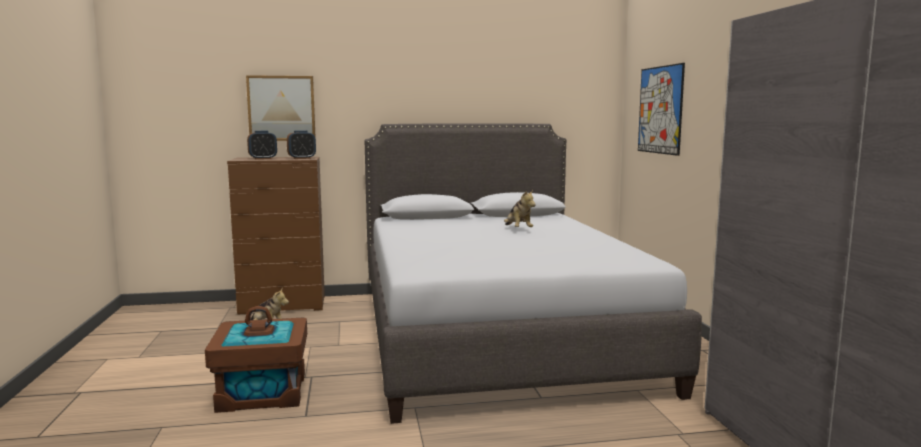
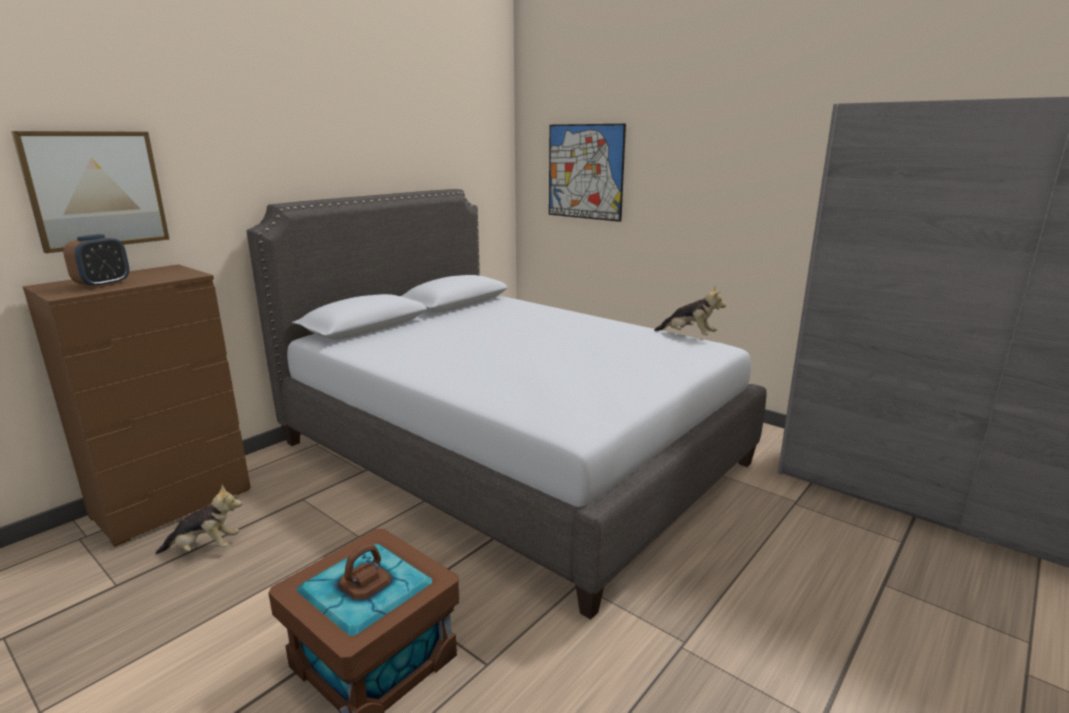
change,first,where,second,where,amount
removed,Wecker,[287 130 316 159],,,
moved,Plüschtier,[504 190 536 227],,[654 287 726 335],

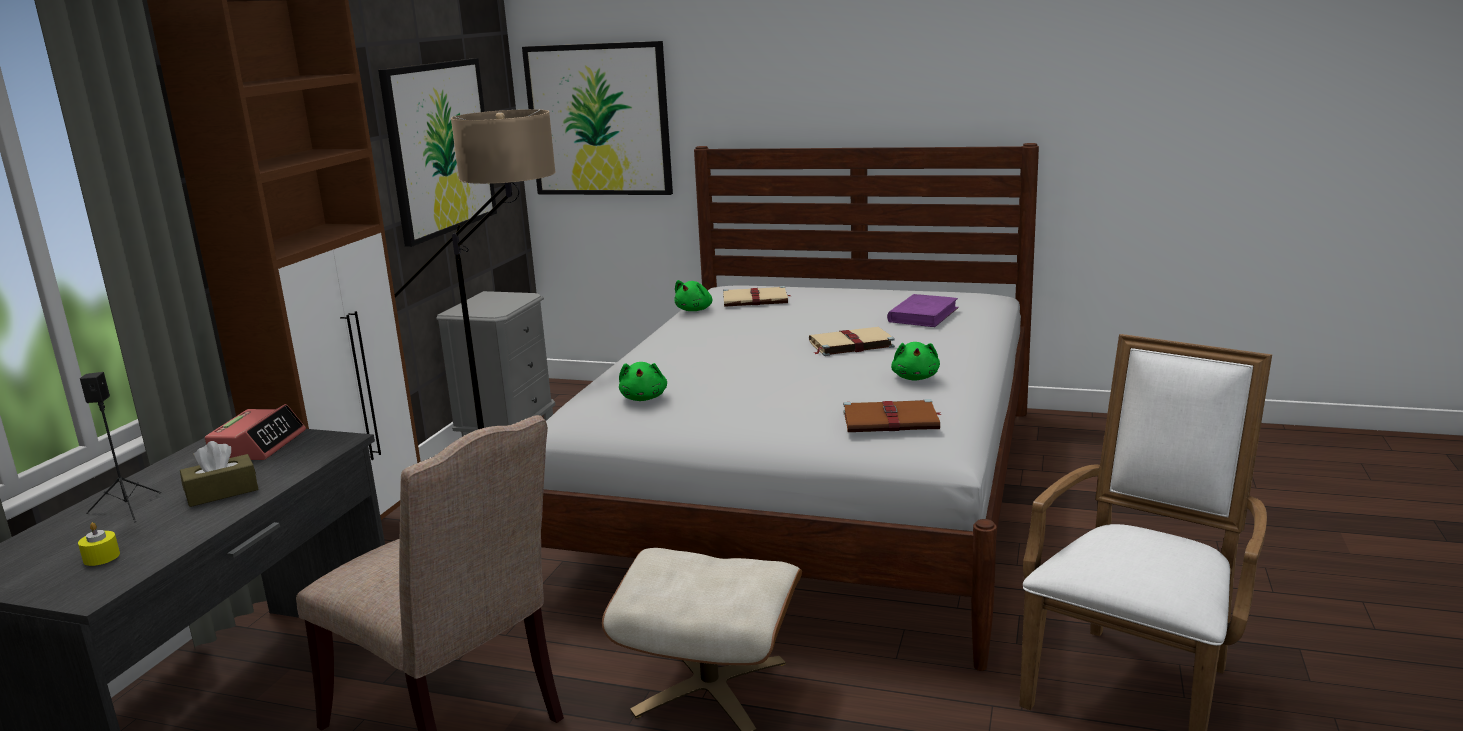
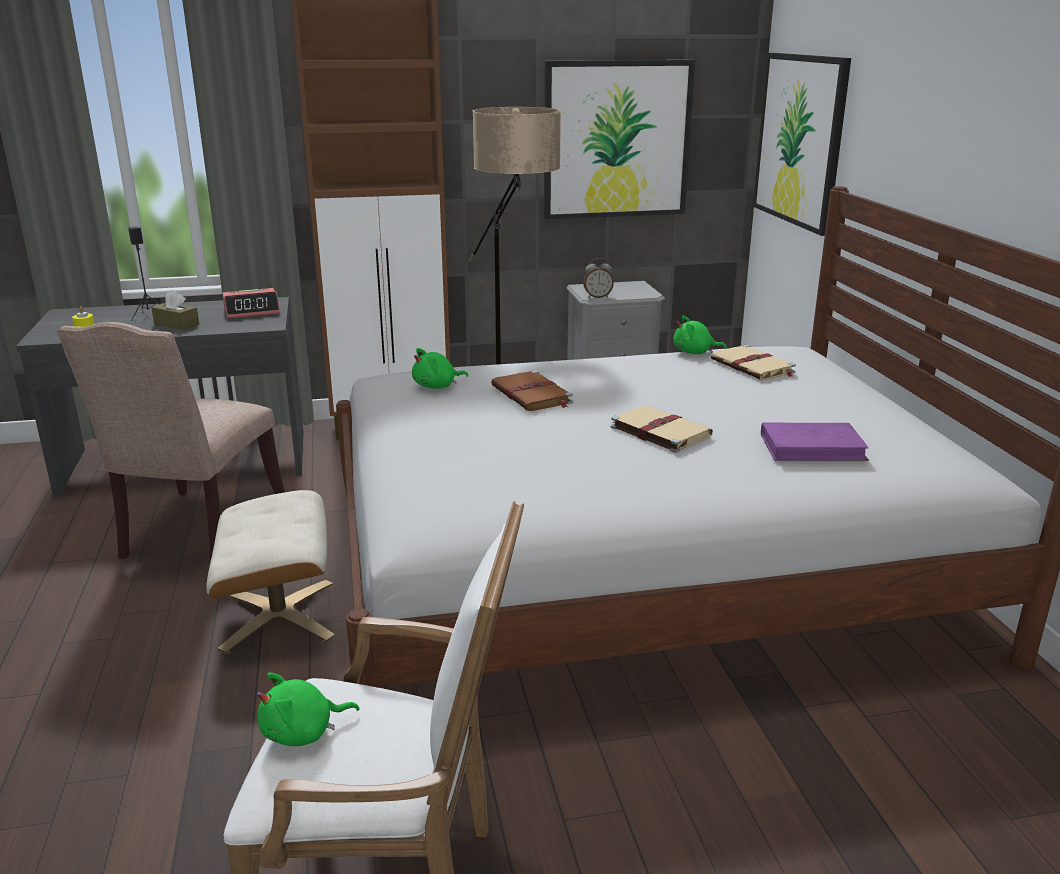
change,first,where,second,where,amount
added,,,Wecker,[583 258 614 298],
moved,Buch (braun),[843 399 942 432],,[491 370 573 411],
moved,Plüschtier (grün),[891 342 940 381],,[257 673 359 746],

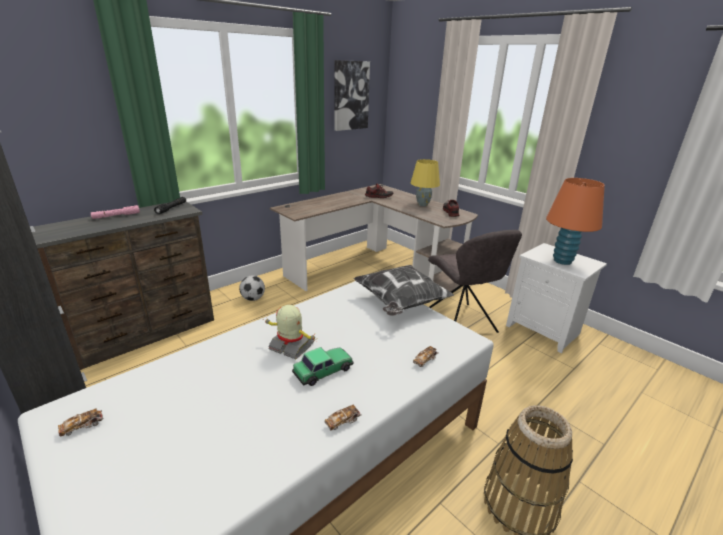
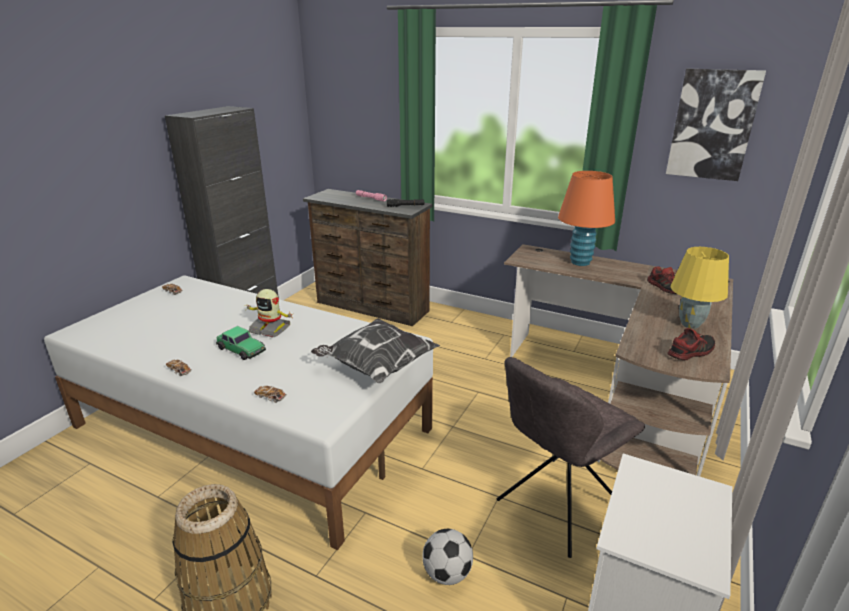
change,first,where,second,where,amount
moved,Fußball,[239 275 265 301],,[422 529 473 585],
moved,Tischlampe (orange),[546 178 605 265],,[558 171 615 266],
turned,Spielzeugroboter,[264 305 315 359],,[246 289 293 338],105 degrees clockwise

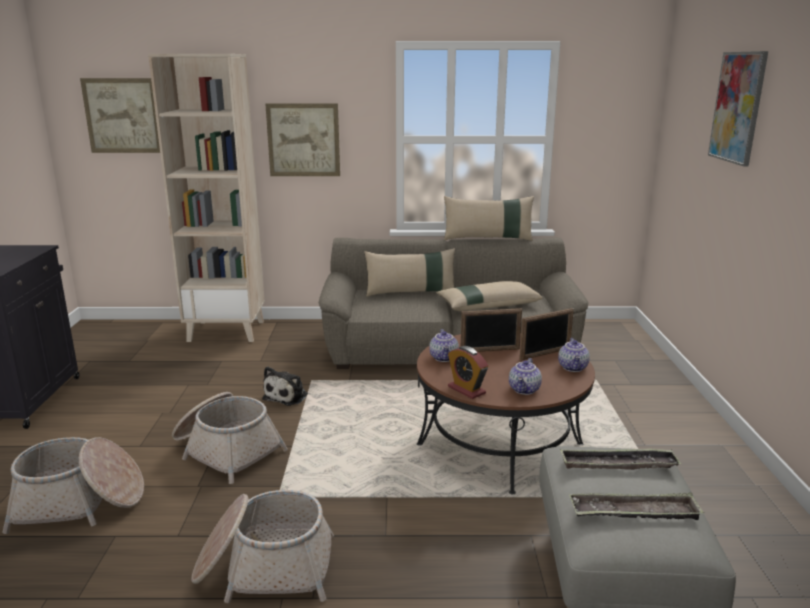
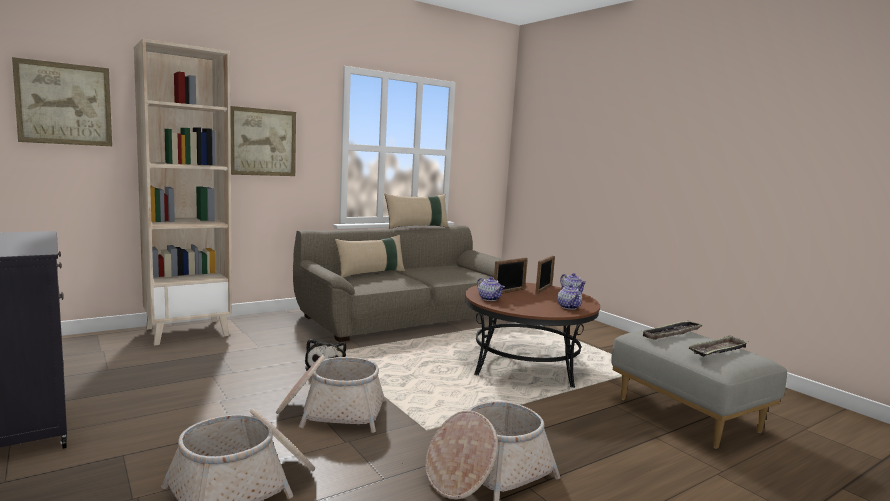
change,first,where,second,where,amount
removed,Kissen (beige),[436 281 543 311],,,
removed,Wecker,[448 346 488 399],,,
removed,Bild,[708 51 768 167],,,

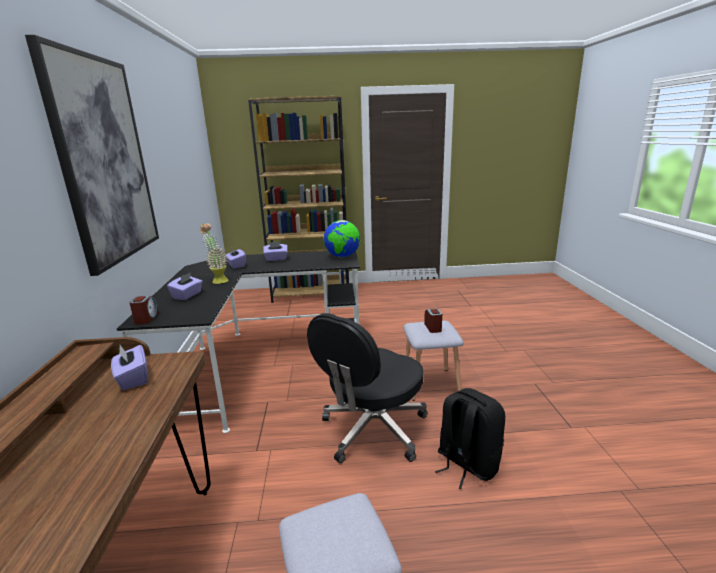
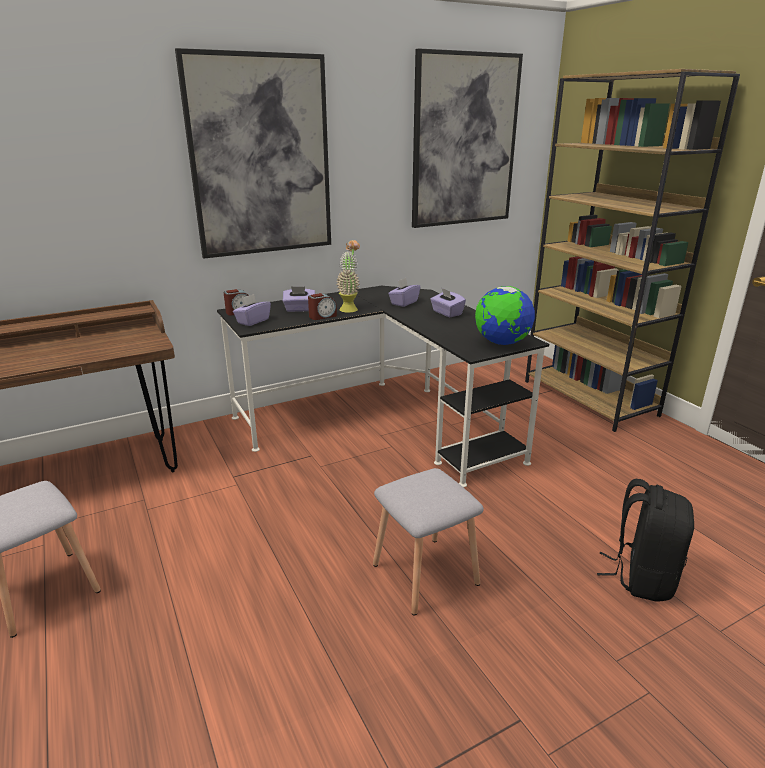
change,first,where,second,where,amount
removed,Bürostuhl (schwarz),[307 313 427 463],,,
added,,,Bild,[412 49 523 228],
moved,Taschentuchbox (lila),[111 345 148 390],,[233 294 271 326],
moved,Wecker,[424 309 442 333],,[308 293 337 320],
moved,Rucksack (schwarz),[435 388 505 489],,[597 479 694 601],

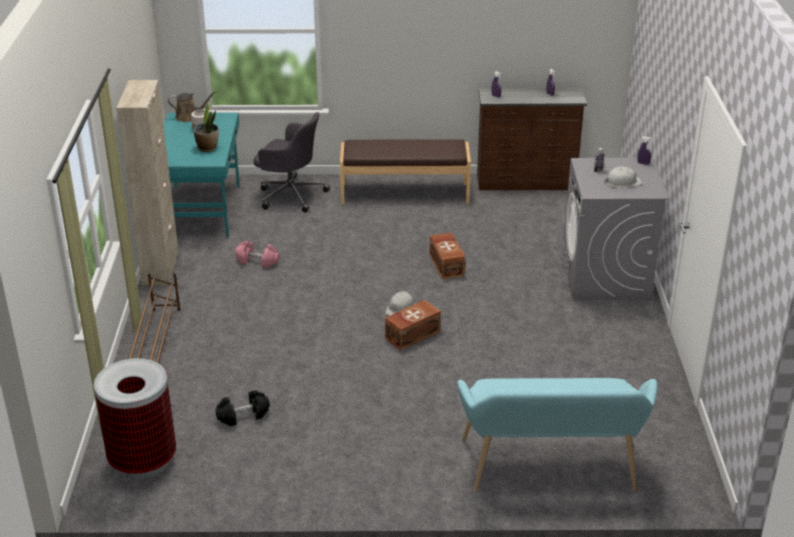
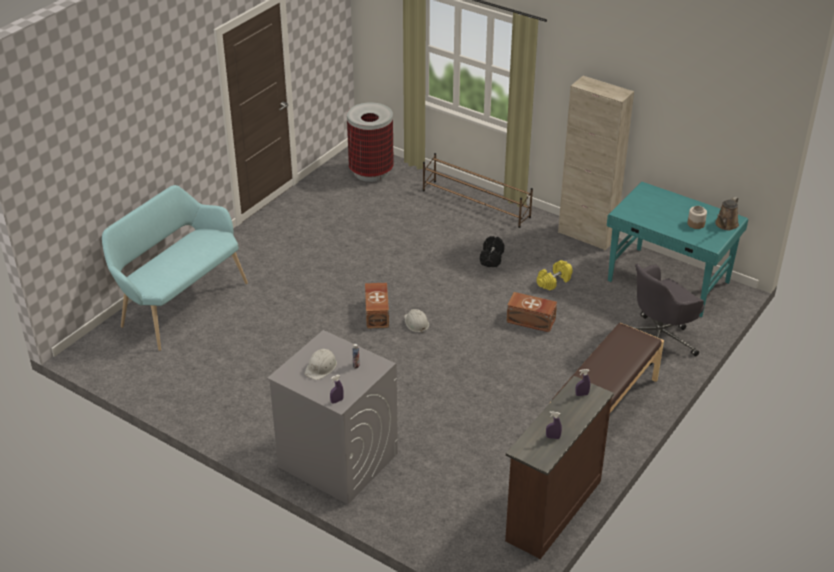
change,first,where,second,where,amount
removed,Topfpflanze,[194 102 219 152],,,
moved,Hantel (schwarz),[215 390 270 426],,[480 236 505 267],
moved,Aufbewahrungsbox (braun),[429 233 465 280],,[506 292 557 332],
recoloured,Hantel (rosa),[235 241 280 268],Hantel (gelb),[537 260 573 291],

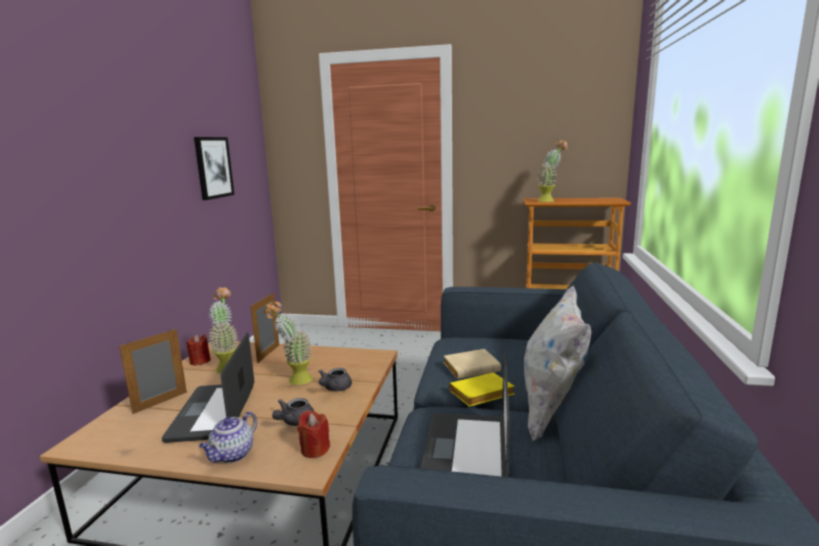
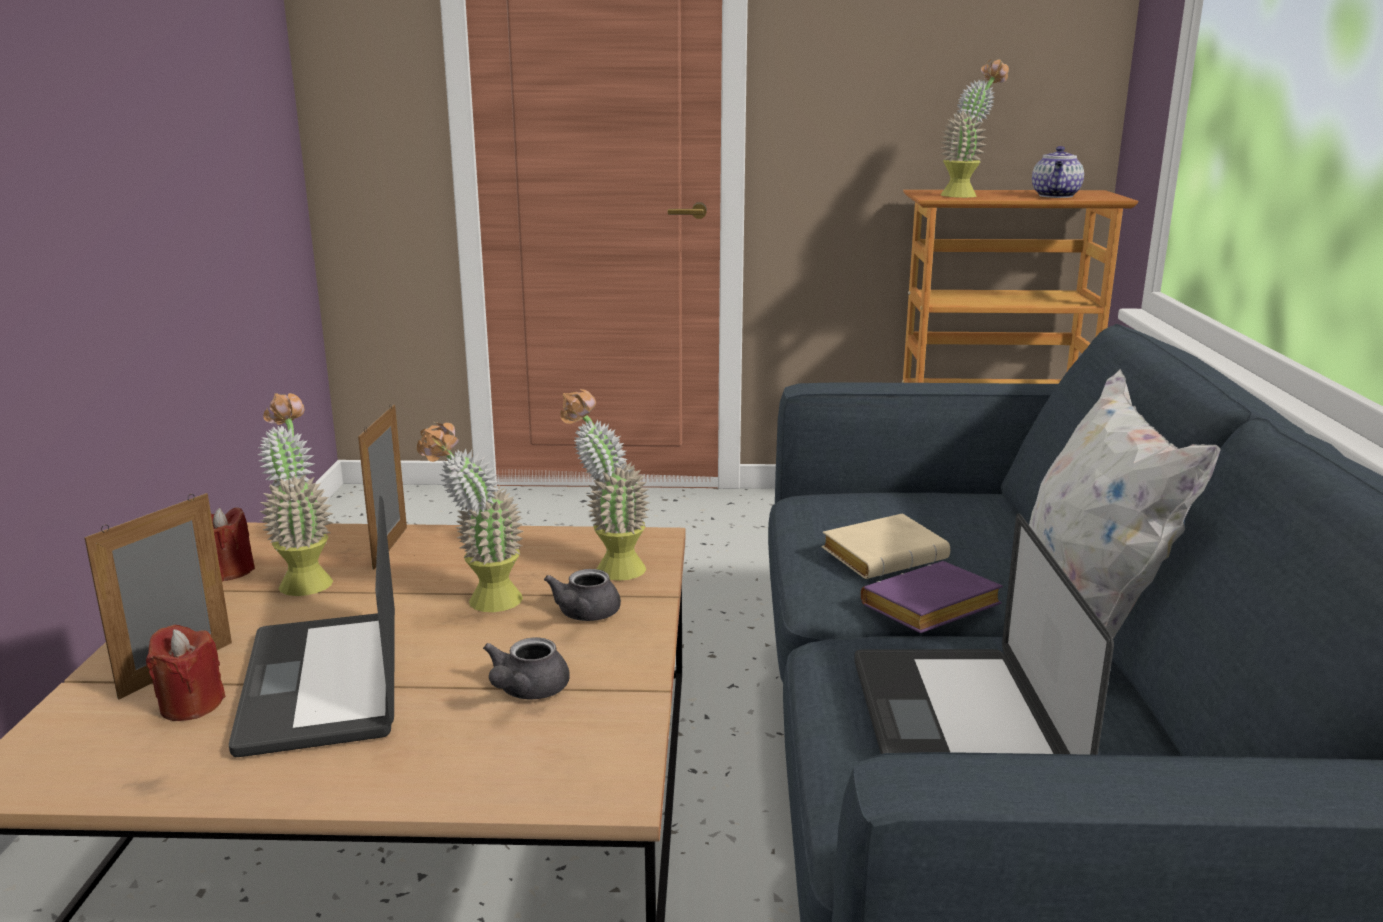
change,first,where,second,where,amount
removed,Bild,[194 137 234 200],,,
added,,,Topfpflanze,[560 389 650 581],
moved,Teekanne,[199 411 257 463],,[1032 146 1084 198],
moved,Kerze (rot),[297 410 330 458],,[146 625 225 721],
recoloured,Buch (gelb),[449 372 515 407],Buch (lila),[861 561 1003 633],

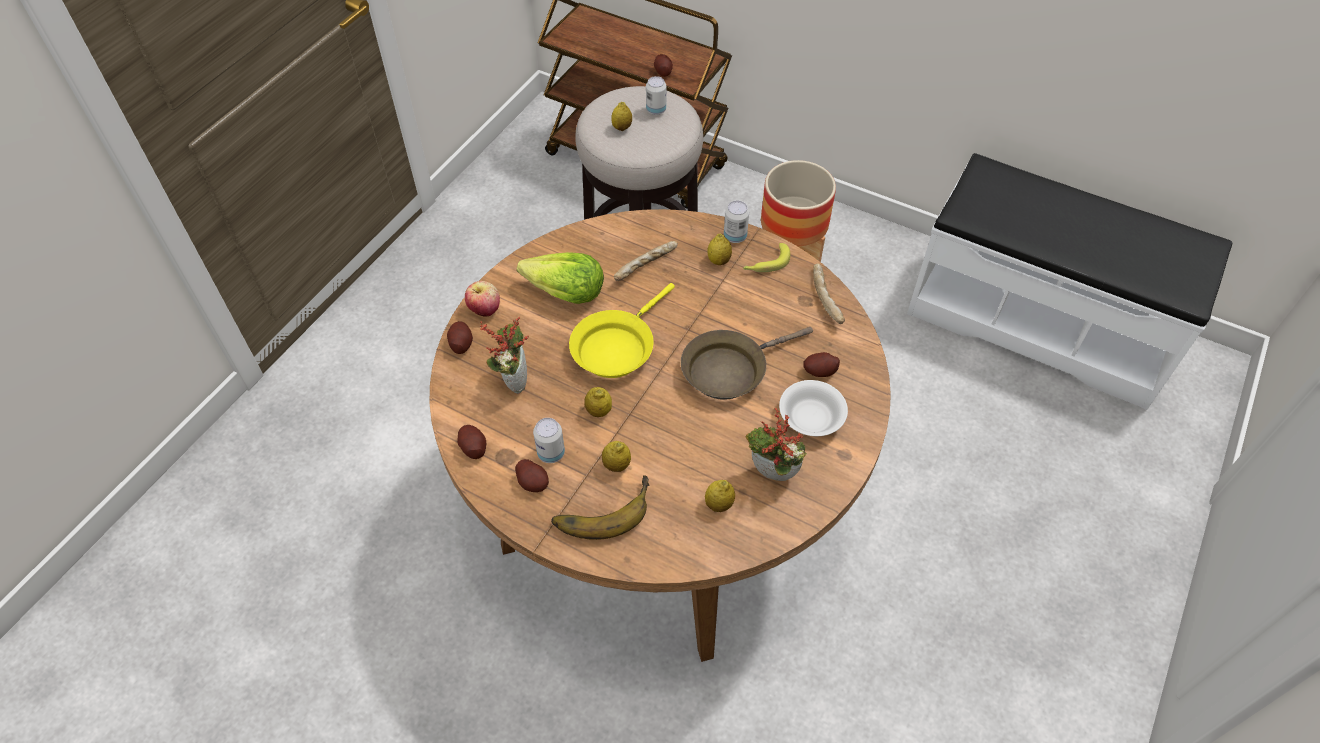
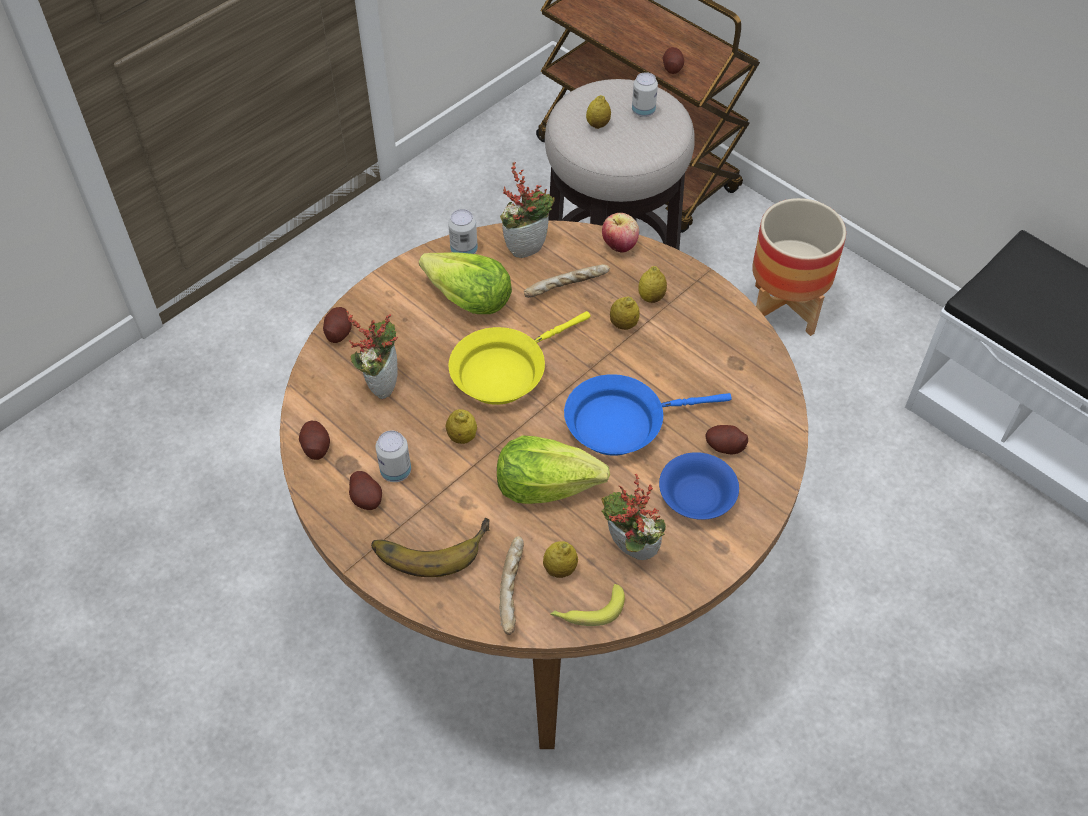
change,first,where,second,where,amount
added,,,Salatkopf,[497 435 610 504],
added,,,Topfpflanze,[500 162 555 258],
moved,Apfel,[465 281 500 316],,[602 213 639 252],
moved,Zitrone,[602 441 631 472],,[610 296 640 330],
moved,Dose,[724 201 749 243],,[448 209 478 254],
moved,Banane,[743 243 790 272],,[550 584 625 626],
moved,Brot,[813 263 845 324],,[499 536 524 635],
recoloured,Pfanne (braun),[681 327 813 400],Pfanne (blau),[564 374 732 456],
recoloured,Schüssel (weiß),[779 380 848 436],Schüssel (blau),[659 452 739 520],

